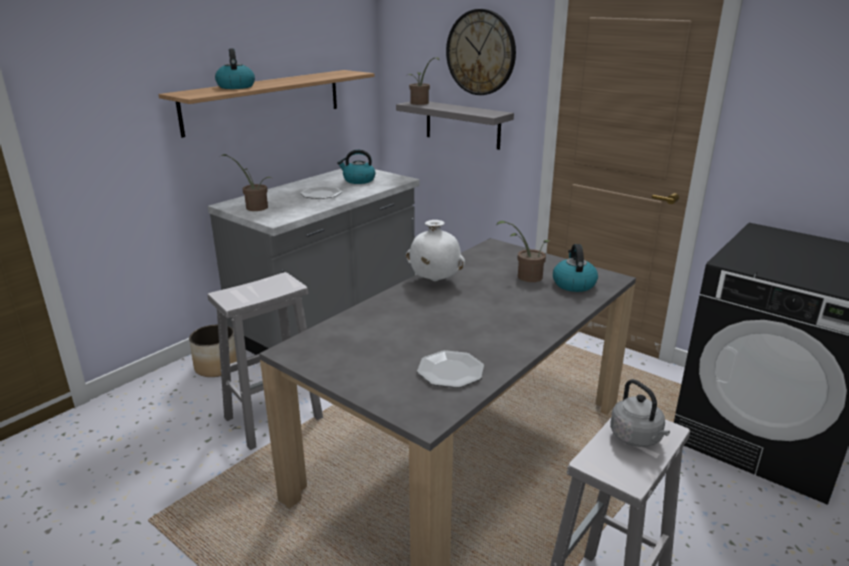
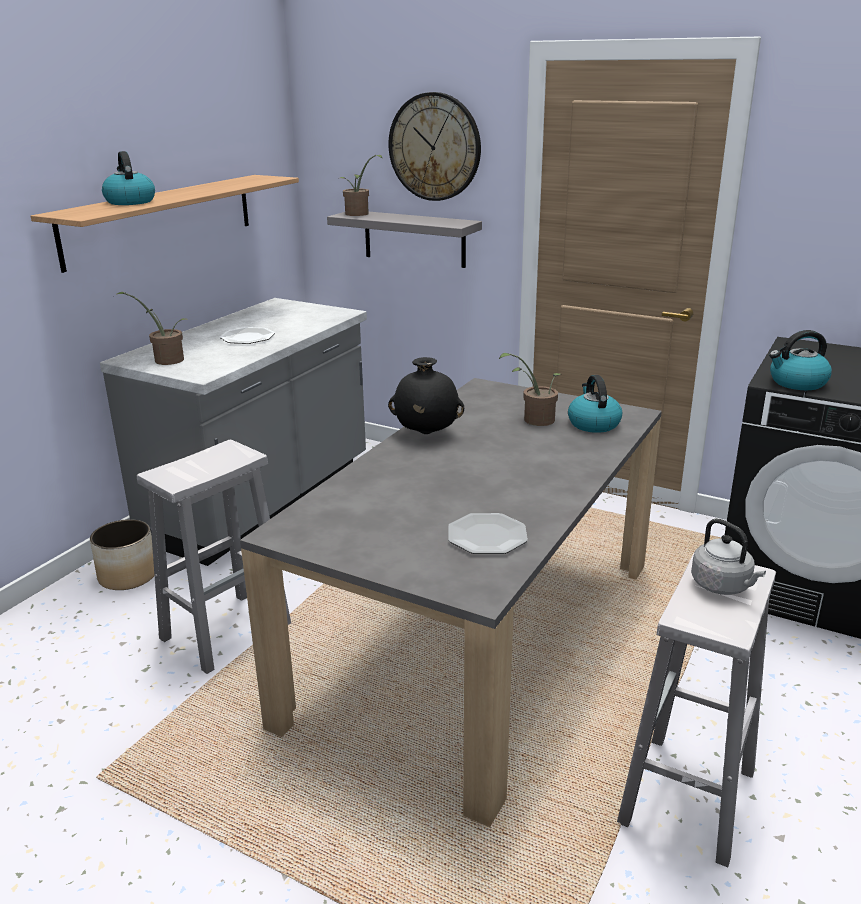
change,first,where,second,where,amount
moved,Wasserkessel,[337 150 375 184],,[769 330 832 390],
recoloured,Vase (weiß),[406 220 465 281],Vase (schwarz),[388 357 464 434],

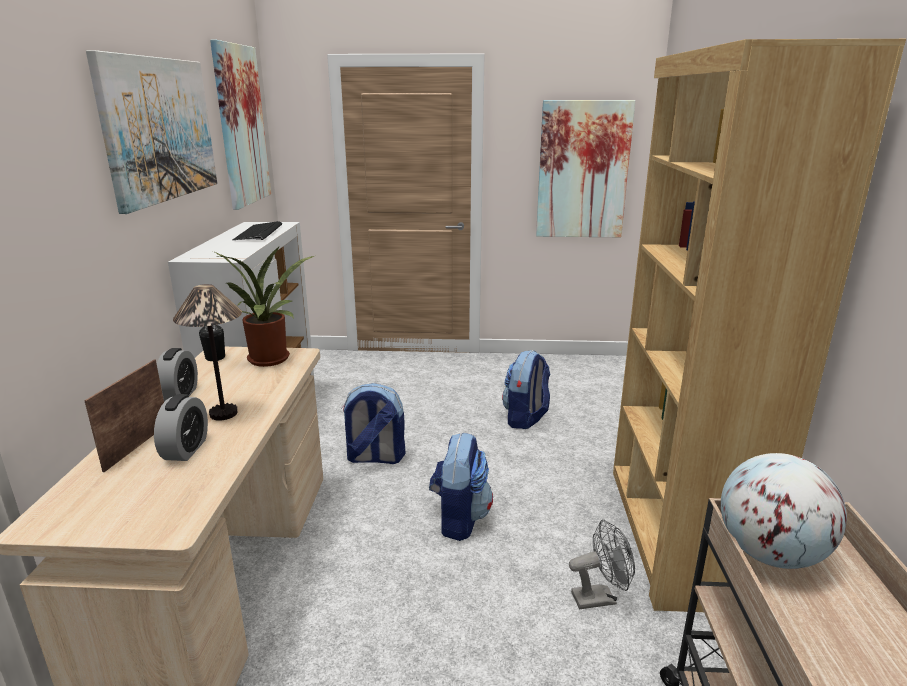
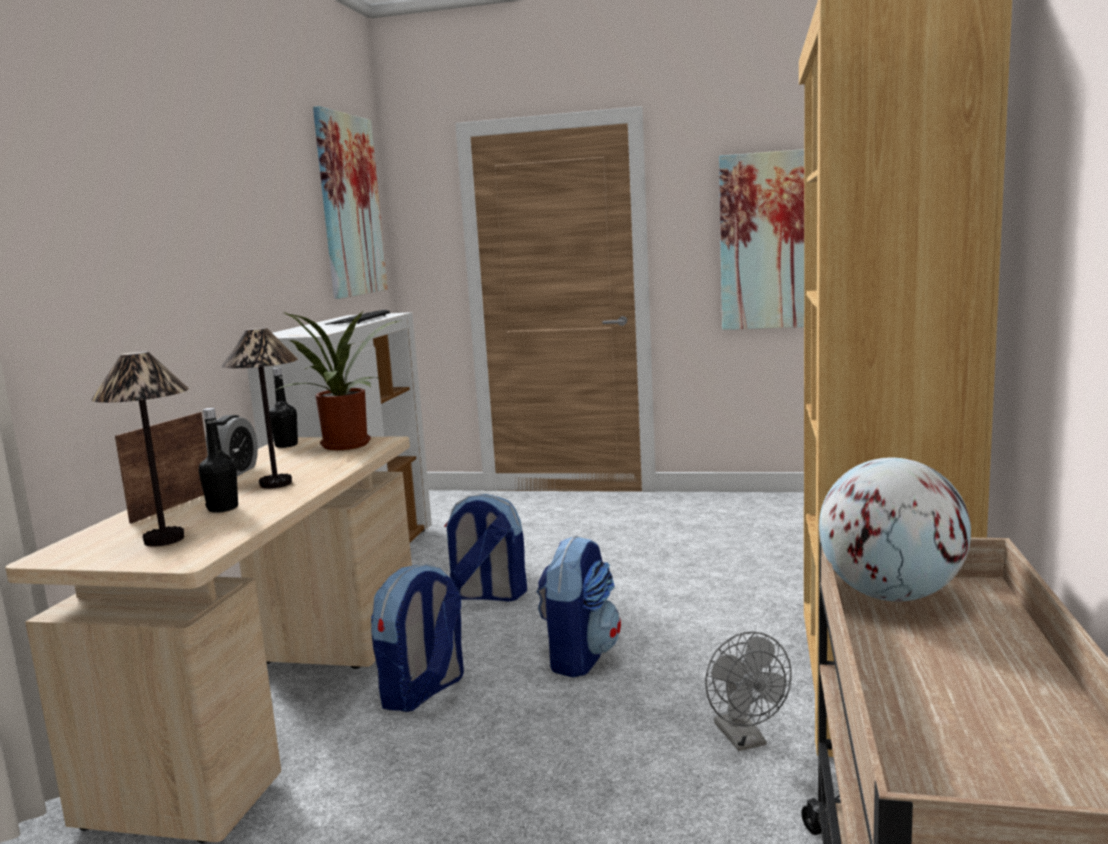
change,first,where,second,where,amount
removed,Bild,[86 50 217 214],,,
added,,,Tischlampe,[91 351 189 547],
moved,Rucksack,[502 350 550 429],,[371 563 464 712],
replaced,Wecker,[154 394 208 461],Flasche (schwarz),[199 408 238 513],
turned,Ventilator (grau),[569 519 635 609],,[705 631 792 751],75 degrees clockwise

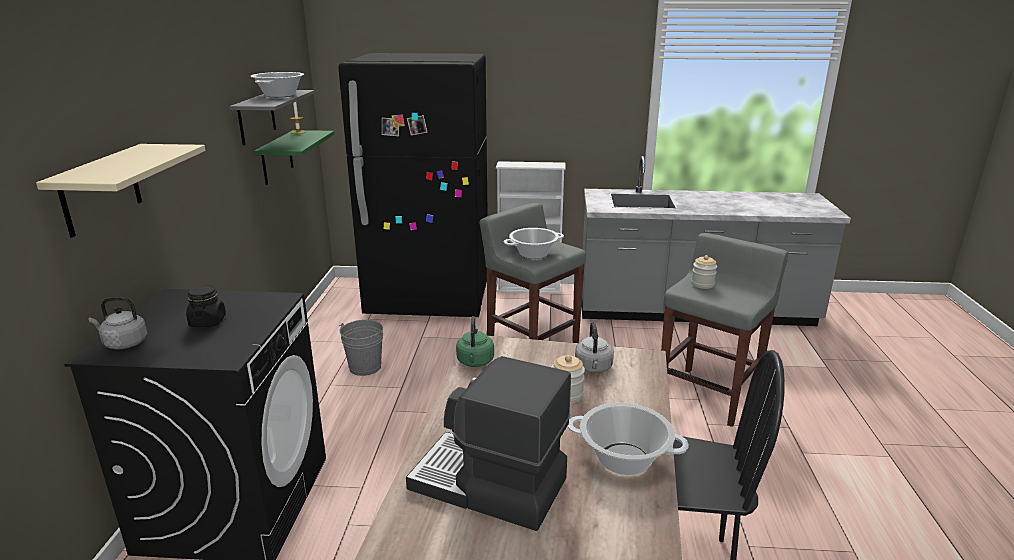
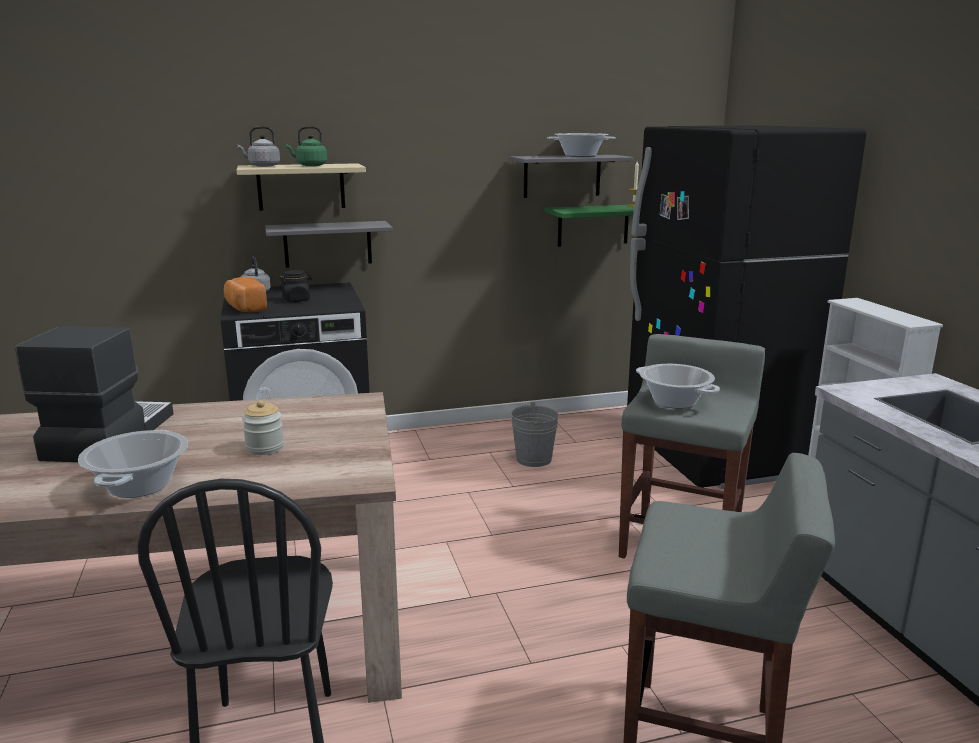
change,first,where,second,where,amount
removed,Vorratsglas,[691 255 717 289],,,
added,,,Brot,[224 277 267 312],
added,,,Wandregal (grau),[265 221 393 268],
moved,Wasserkessel (grün),[456 316 494 367],,[286 126 327 166],
moved,Wasserkessel (grau),[575 322 614 373],,[237 126 280 167],

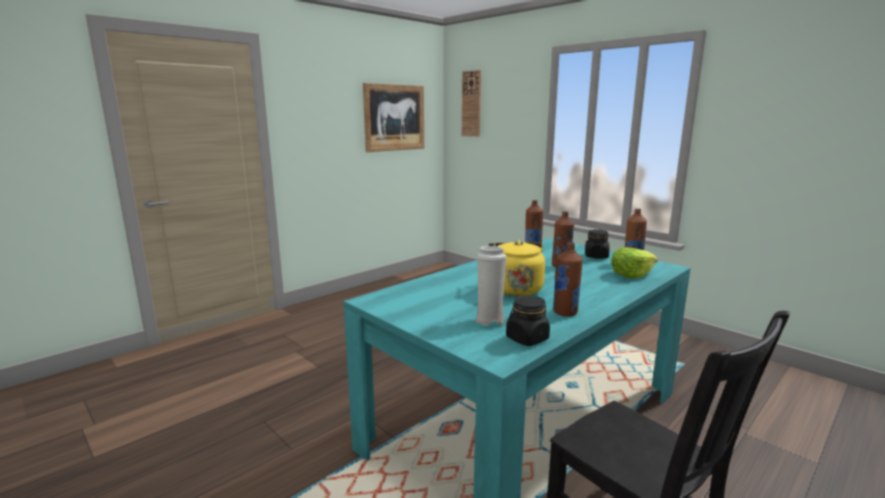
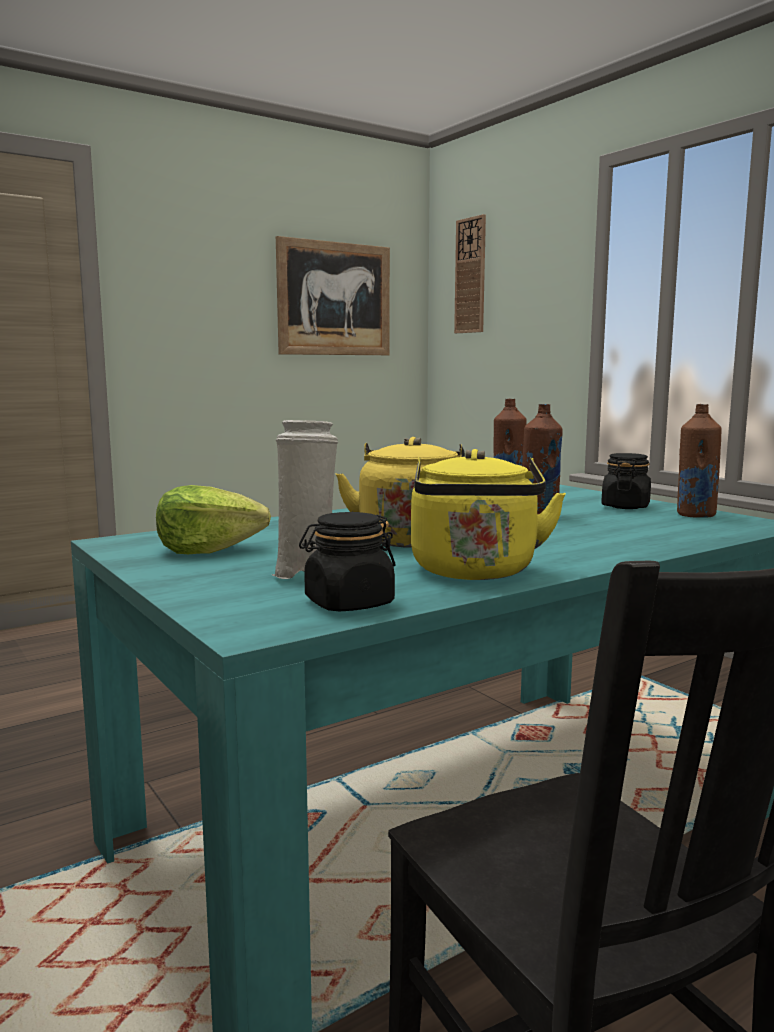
change,first,where,second,where,amount
moved,Salatkopf,[611 247 658 279],,[156 485 271 554],
replaced,Flasche (braun),[553 242 583 317],Wasserkessel (gelb),[411 449 566 580],

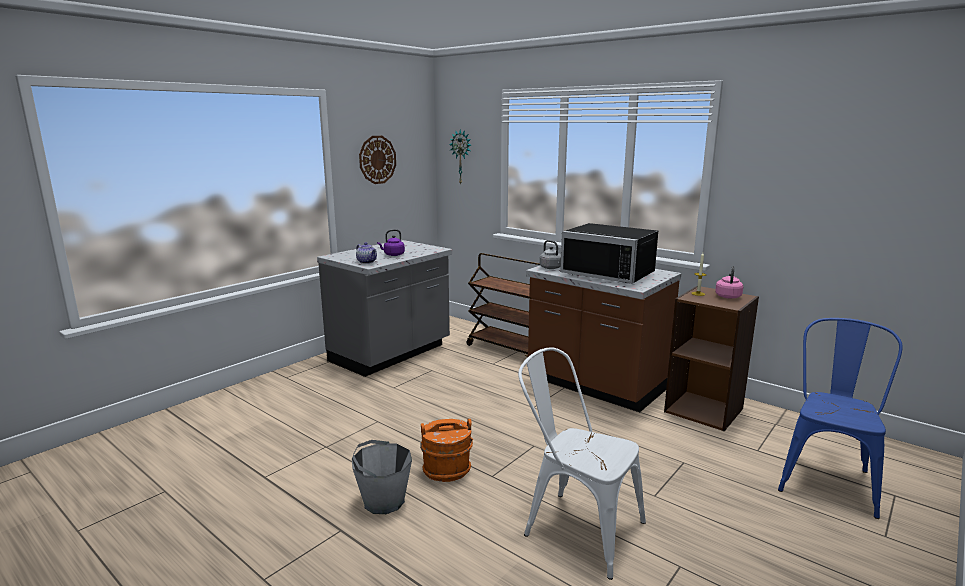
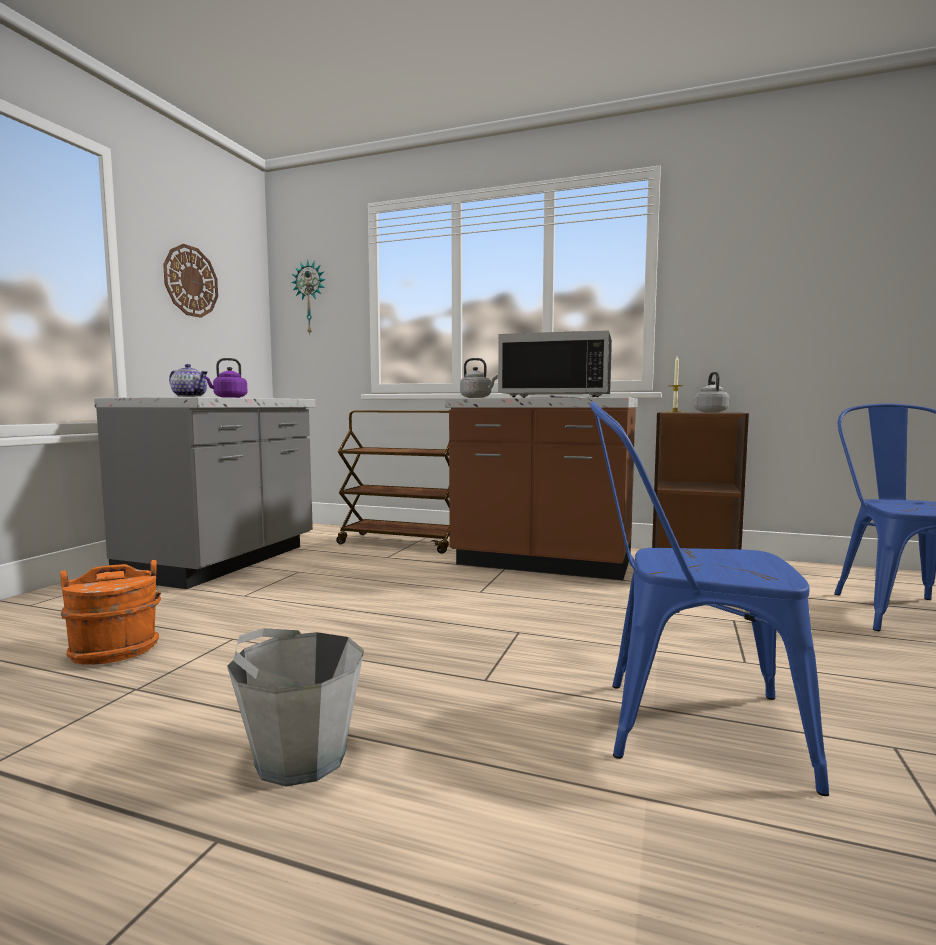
change,first,where,second,where,amount
moved,Eimer (orange),[420 419 473 482],,[60 560 161 665],
recoloured,Stuhl (weiß),[518 347 646 580],Stuhl (blau),[590 402 829 796],
recoloured,Wasserkessel (rosa),[715 266 743 299],Wasserkessel (grau),[694 372 729 412],

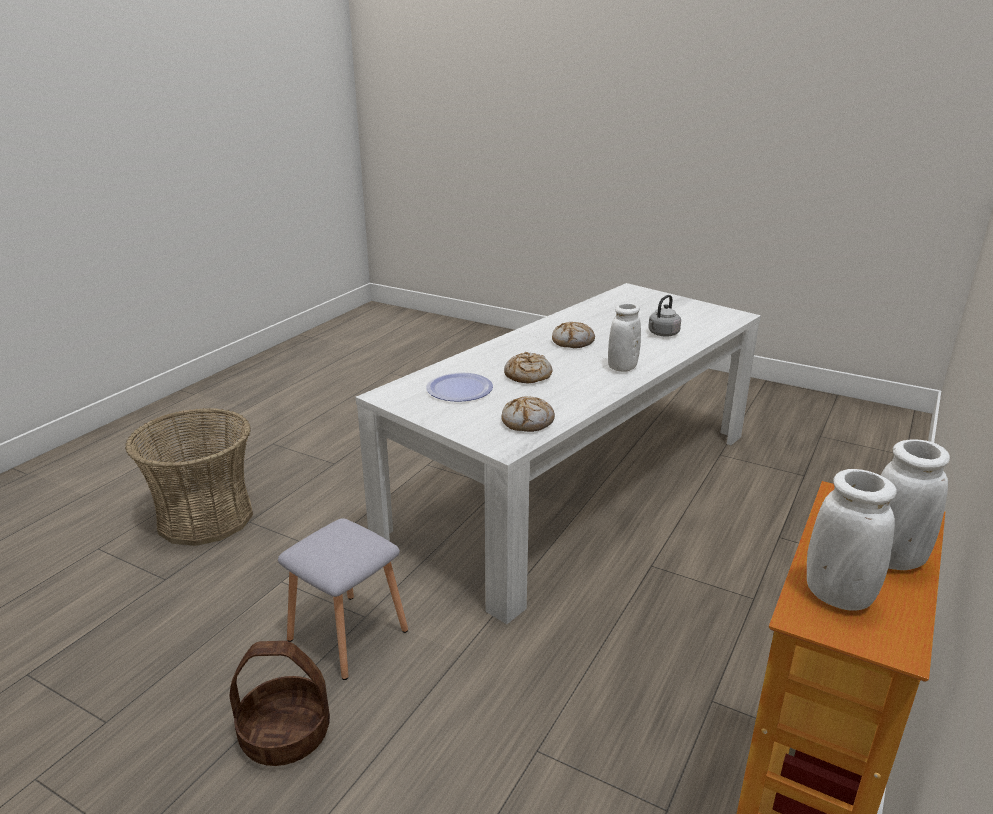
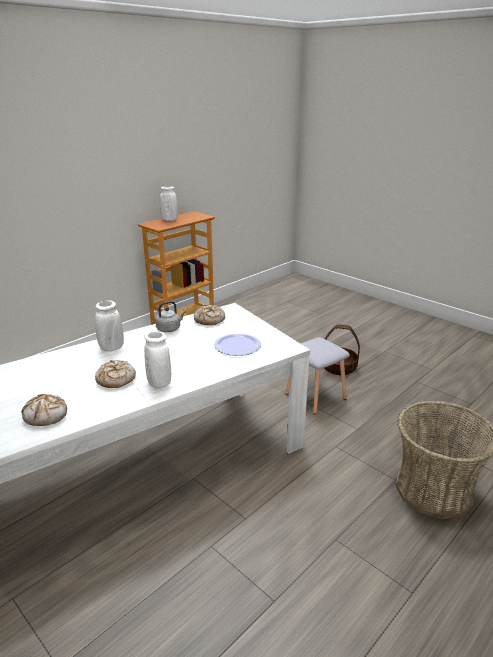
change,first,where,second,where,amount
moved,Brot,[504 352 552 383],,[22 394 67 426],
moved,Wasserkessel (grau),[648 295 681 337],,[155 301 186 332],
moved,Vase (weiß),[807 469 896 611],,[144 331 171 388],

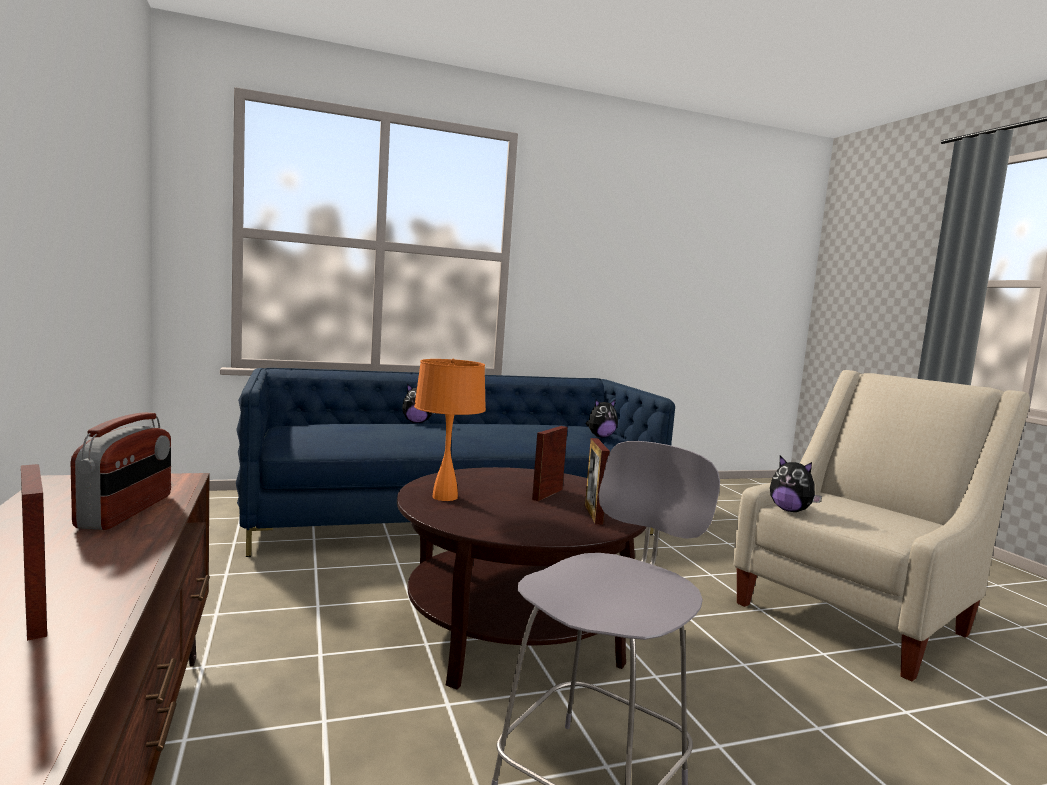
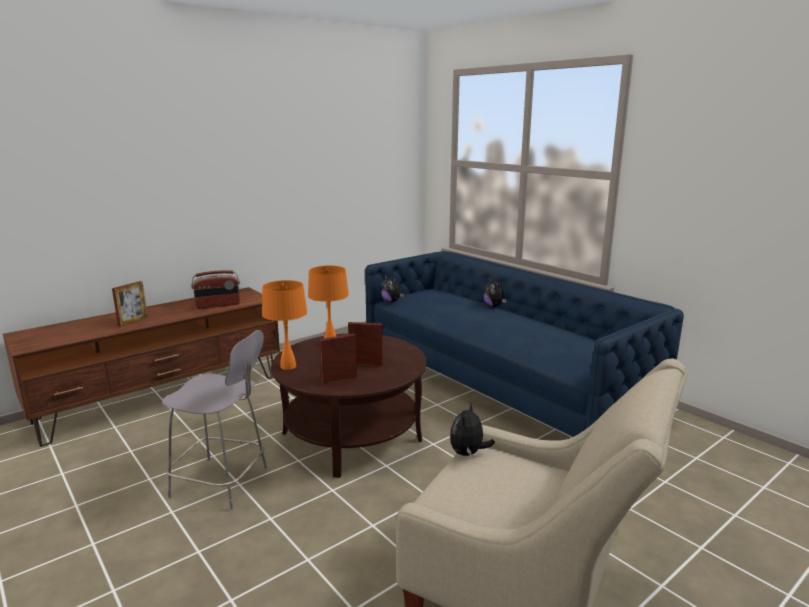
change,first,where,second,where,amount
added,,,Tischlampe (orange),[262 280 307 370],
moved,Plüschtier,[586 399 618 437],,[381 275 404 302],

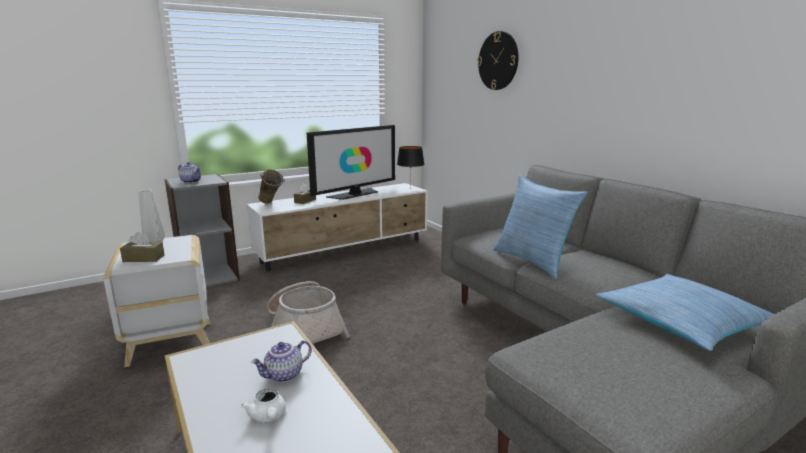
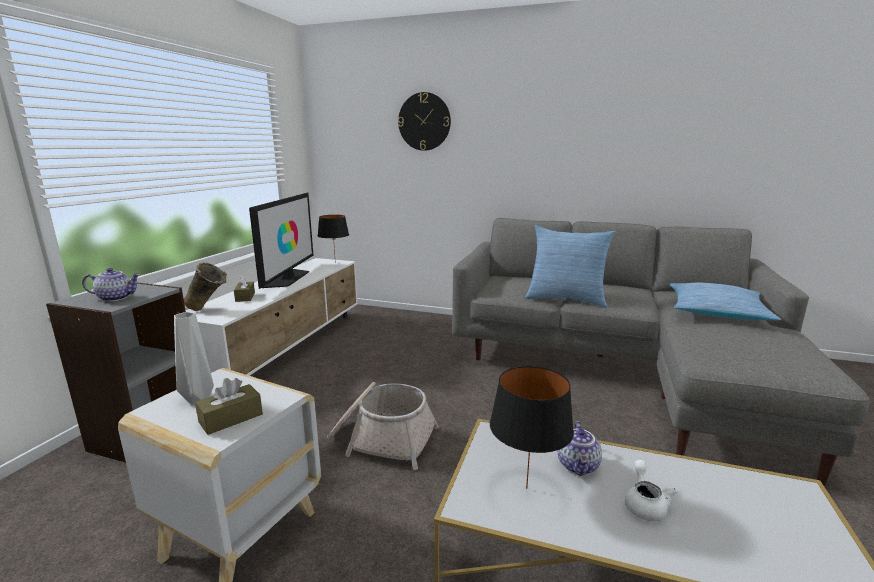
change,first,where,second,where,amount
added,,,Tischlampe (schwarz),[490 366 574 489],
turned,Teekanne (weiß),[241 388 286 422],,[625 460 677 521],105 degrees counterclockwise

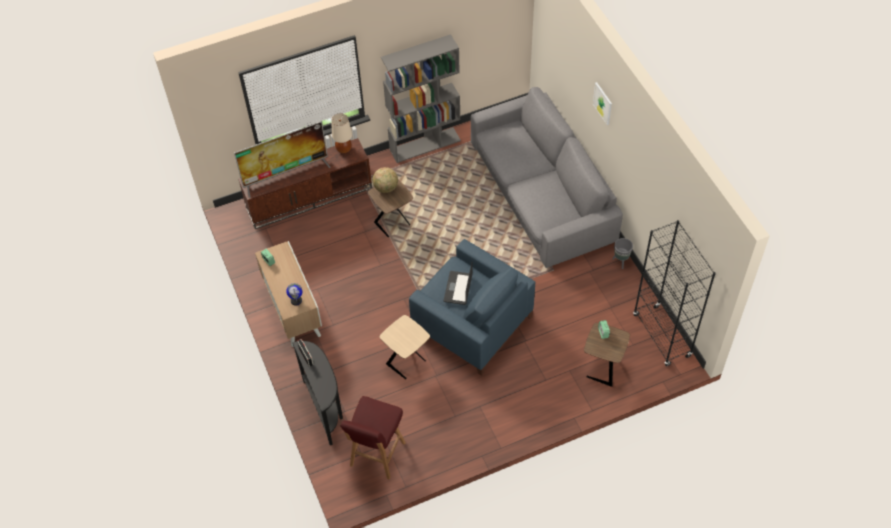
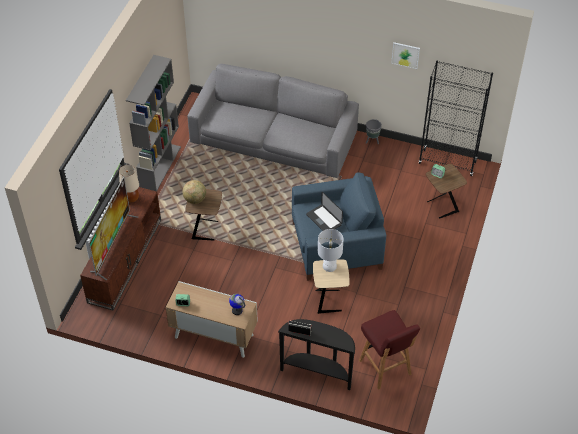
change,first,where,second,where,amount
added,,,Tischlampe (weiß),[318 229 343 272],
moved,Bild,[593 82 612 125],,[391 42 420 69],

